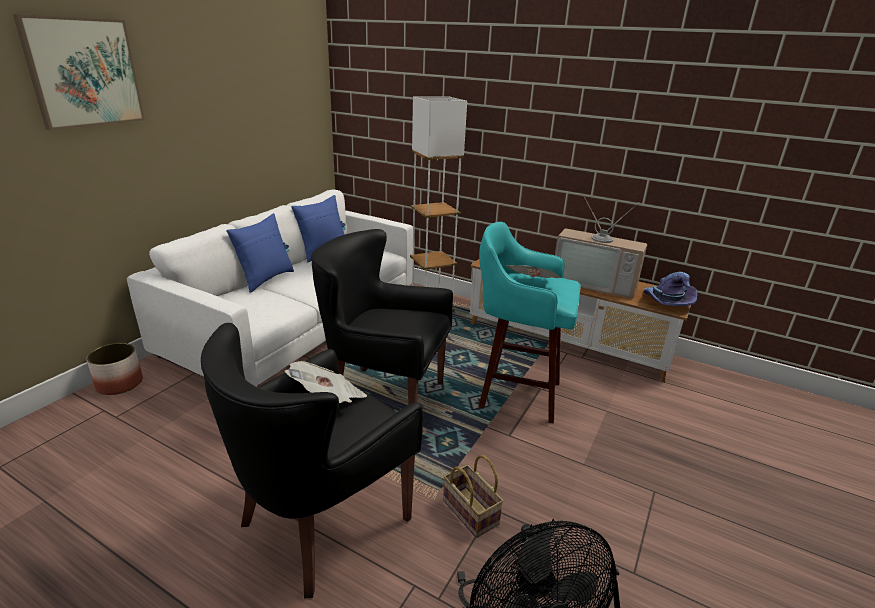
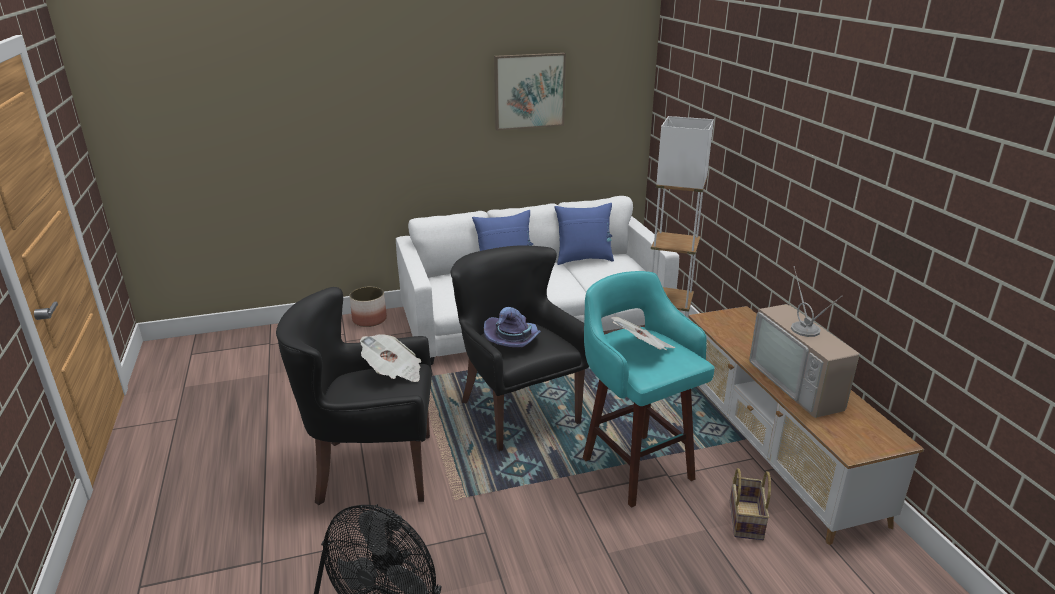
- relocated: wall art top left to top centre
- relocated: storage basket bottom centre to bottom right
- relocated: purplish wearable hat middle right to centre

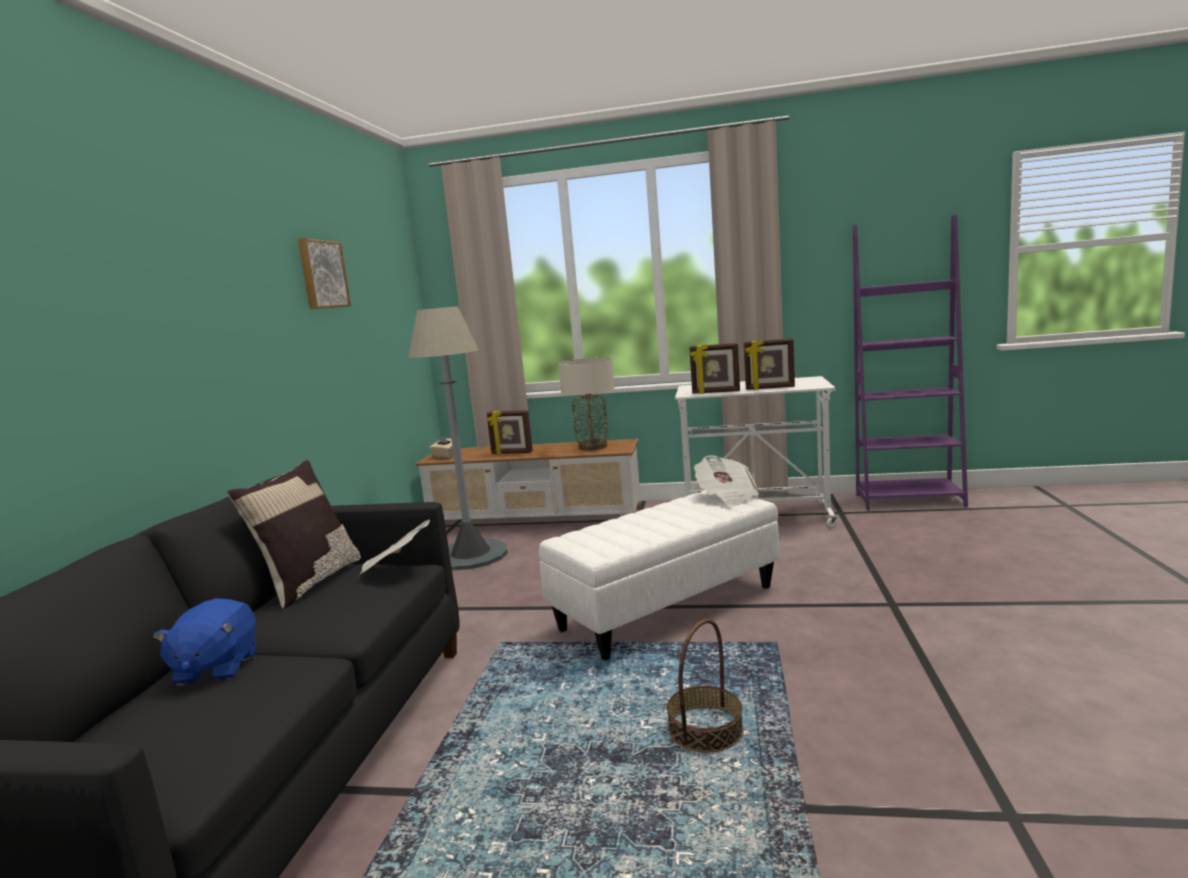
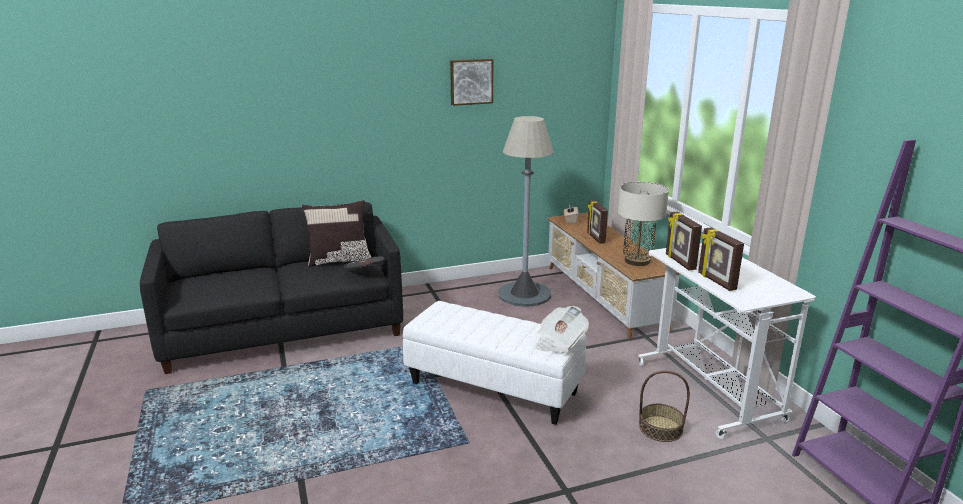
- missing: blue-coloured soft toy bottom left
- relocated: storage basket bottom centre to bottom right

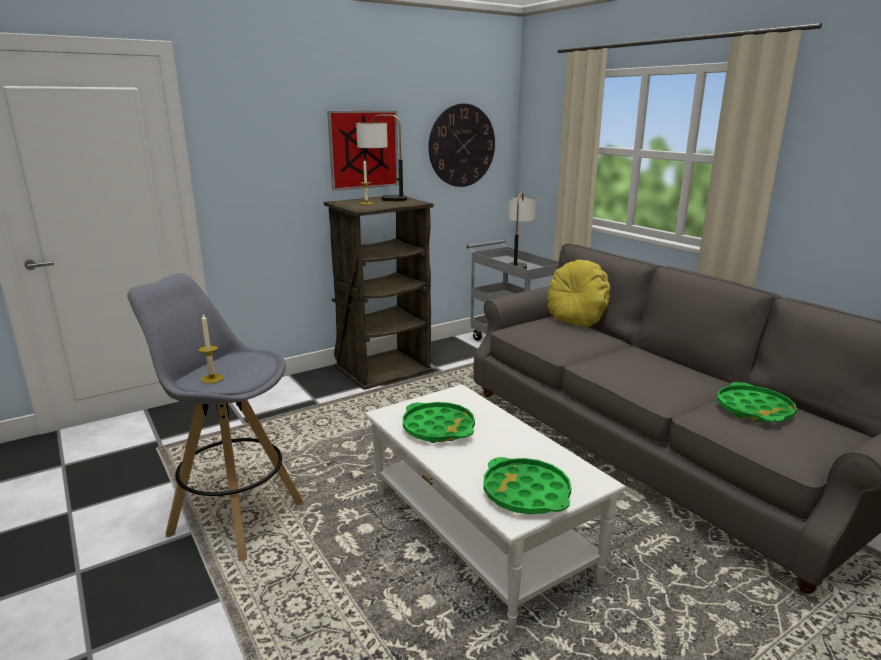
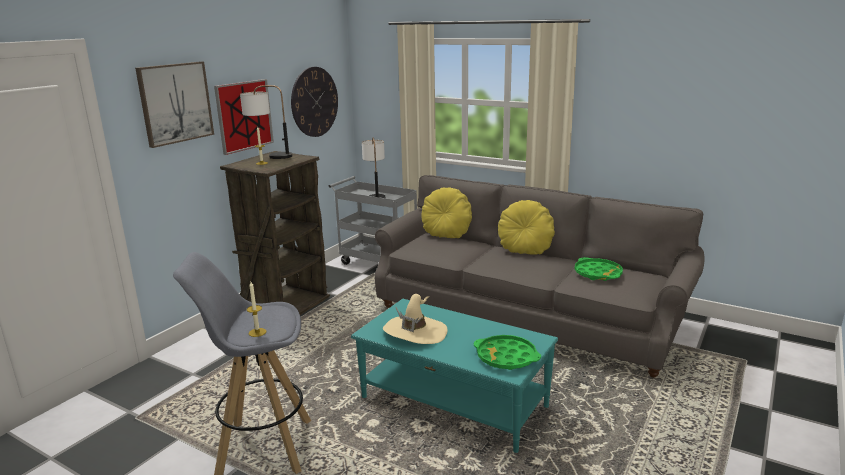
- appeared: wall art (no. 1 from left) top left
- appeared: yellow-coloured pillow (no. 2 from left) centre
- exchanged: green tray (no. 1 from left) centre to beige wearable hat bottom centre
- colour: whitish low table bottom centre to turquoise low table bottom centre

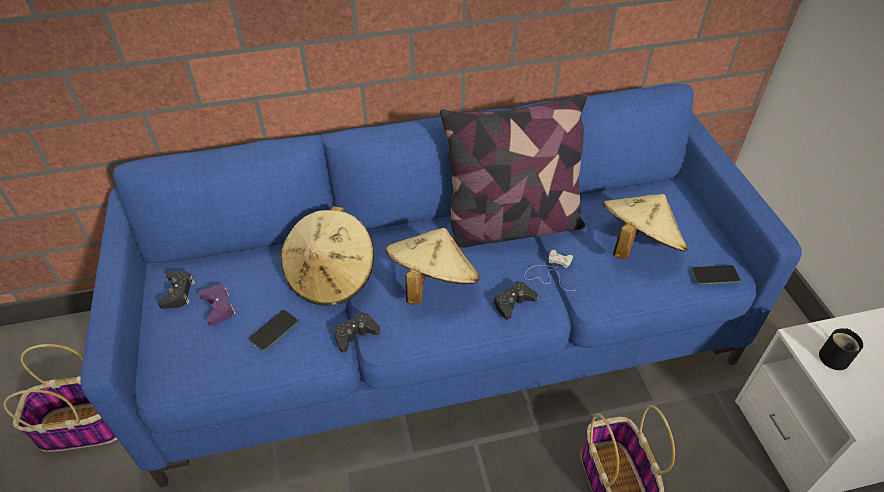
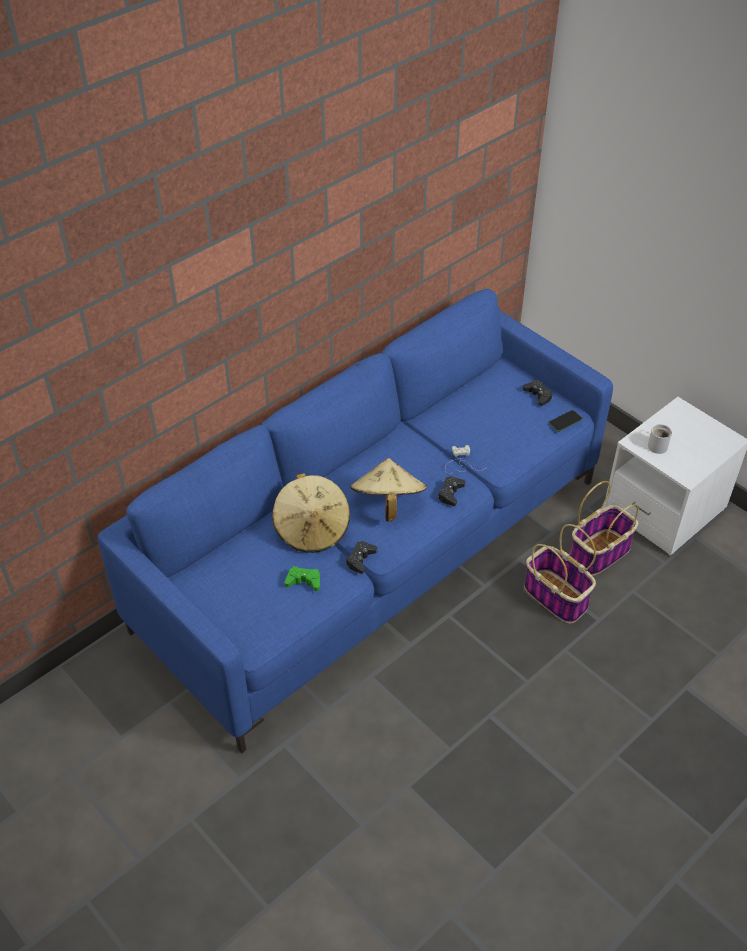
- missing: purplish joypad middle left
- missing: pillow centre
- missing: beige wearable hat (no. 3 from left) middle right
- relocated: storage basket (no. 1 from left in the first image) bottom left to storage basket (no. 2 from left) middle right
- relocated: black-coloured joypad (no. 1 from left in the first image) middle left to black-coloured joypad (no. 3 from left) middle right
- exchanged: handset (no. 1 from left) bottom left to green joypad centre
- colour: black-coloured mug bottom right to whitish mug middle right

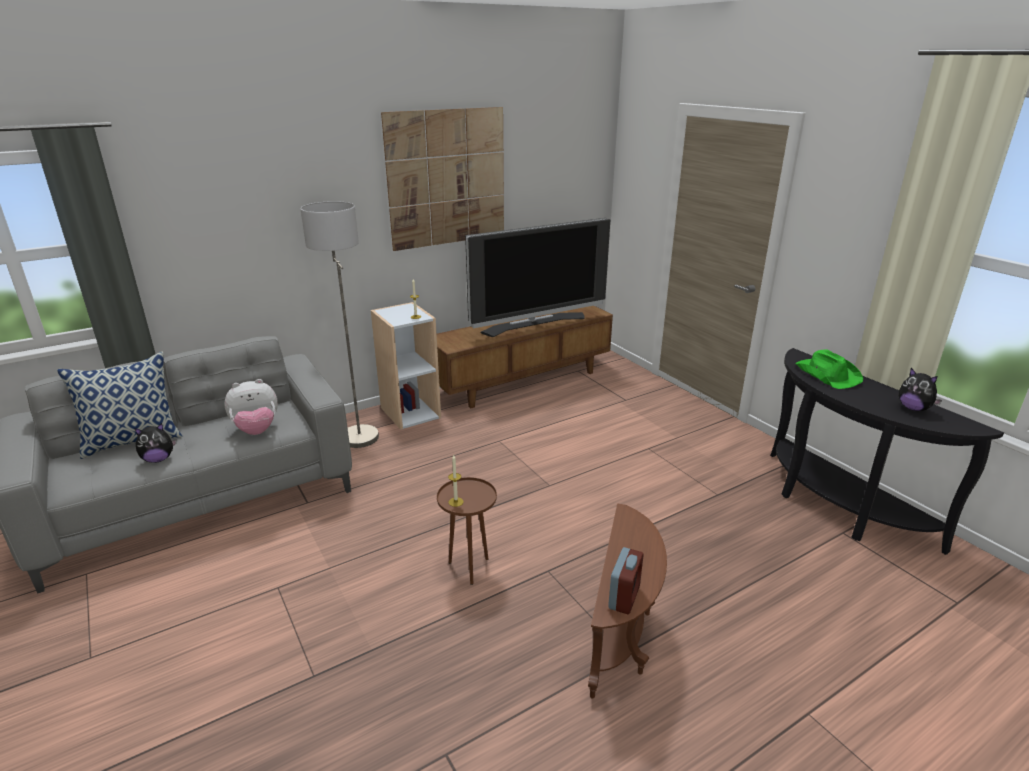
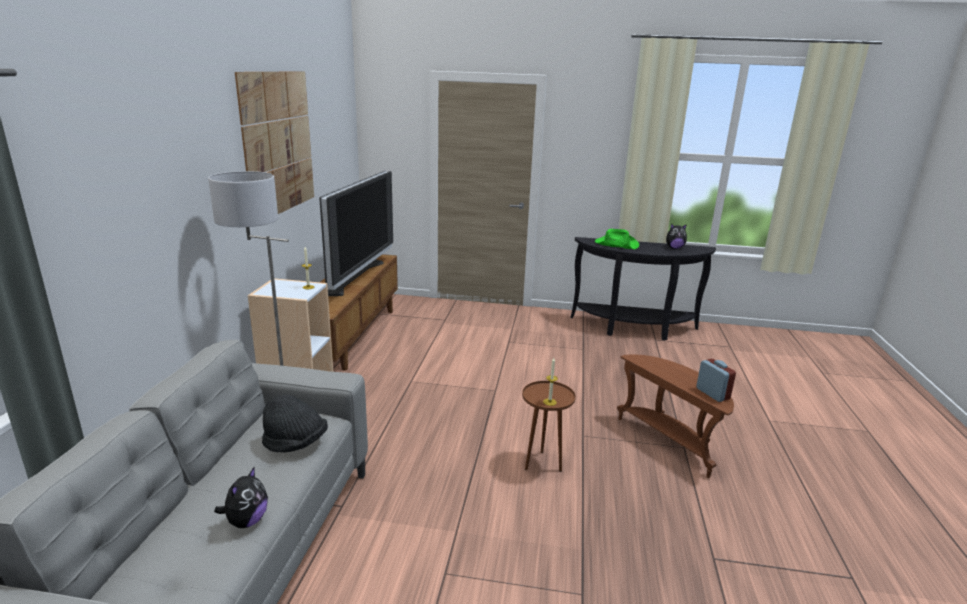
- missing: pillow middle left
- exchanged: soft toy (no. 2 from left) middle left to black-coloured wearable hat bottom left

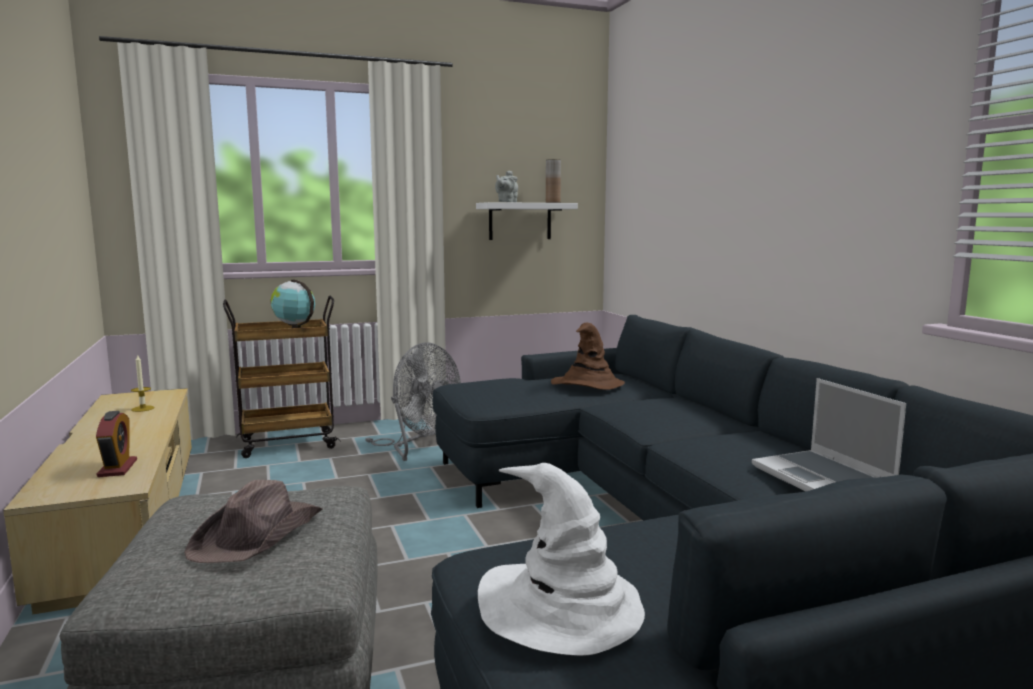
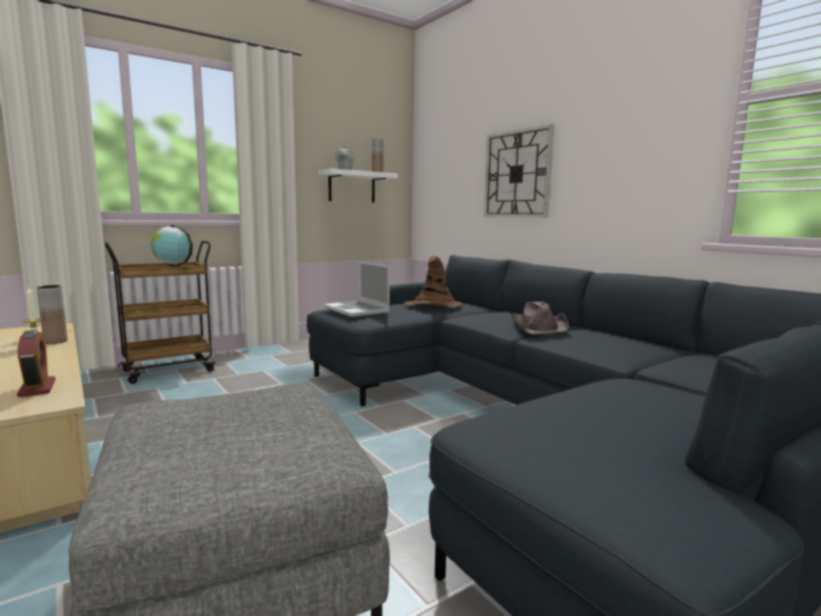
- missing: greyish electric fan centre
- missing: whitish wearable hat bottom centre
- appeared: brown flower vase (no. 1 from left) middle left
- appeared: clock on the wall top centre
- relocated: brown wearable hat (no. 1 from left in the first image) bottom left to brown wearable hat (no. 2 from left) centre
- relocated: portable computer middle right to centre

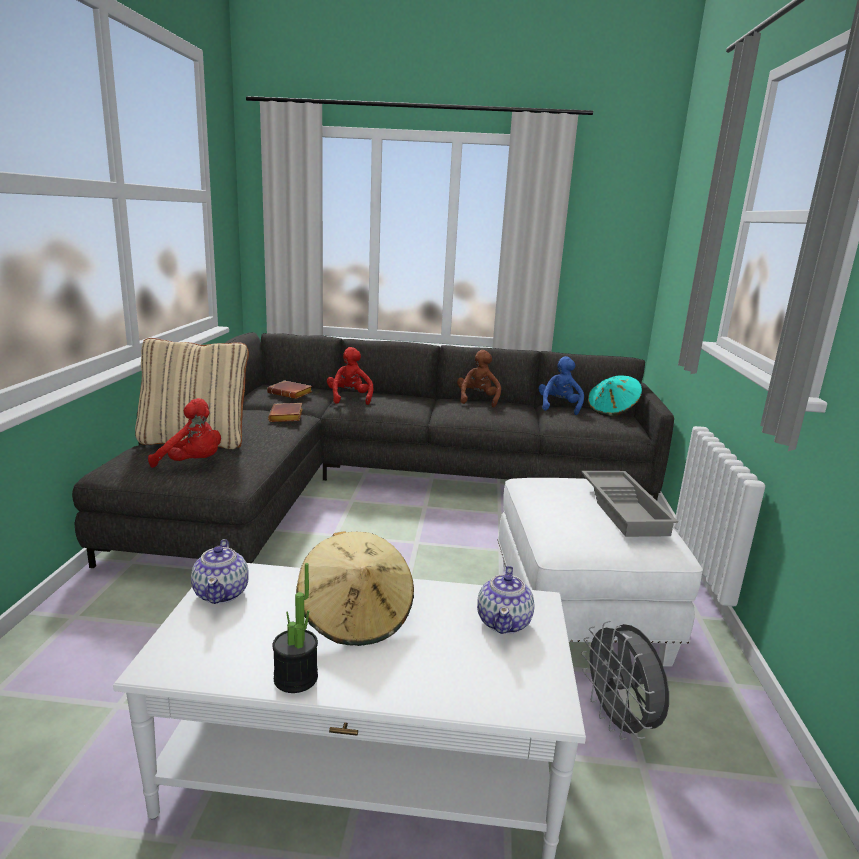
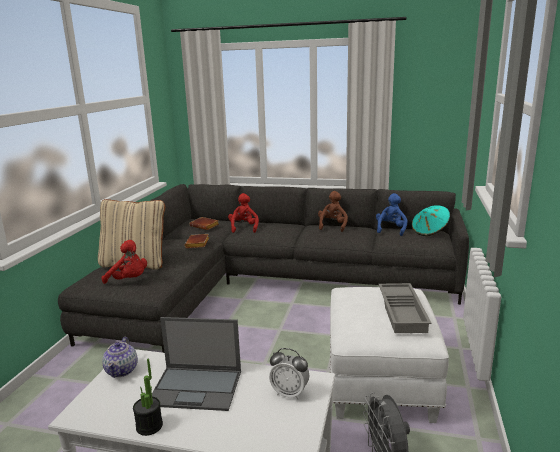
- exchanged: beige wearable hat bottom centre to portable computer bottom centre
- exchanged: pot for tea (no. 2 from left) bottom centre to table clock bottom centre

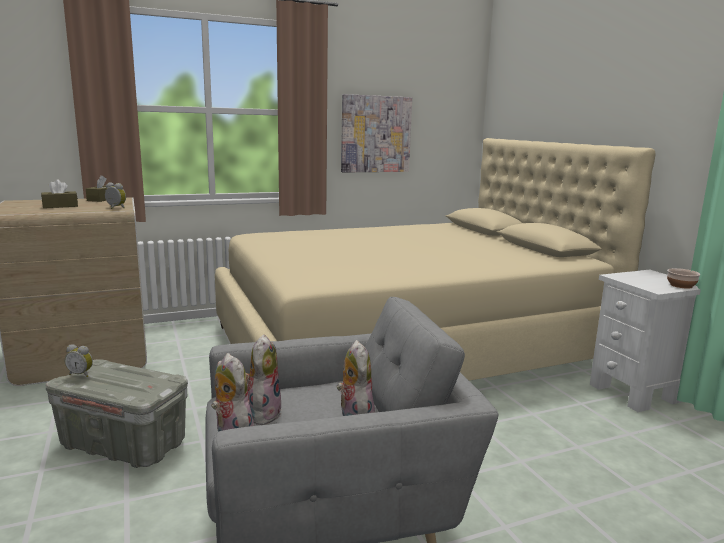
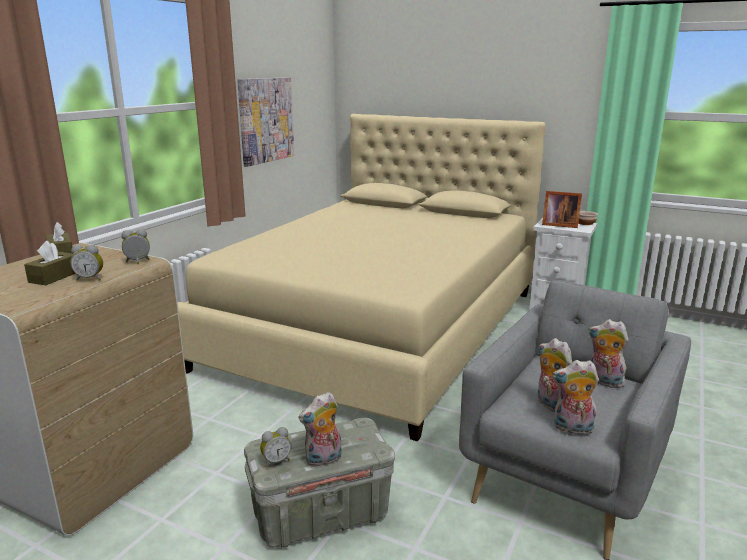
- appeared: table clock (no. 1 from left) middle left
- appeared: soft toy (no. 1 from left) bottom centre
- appeared: standing frame middle right

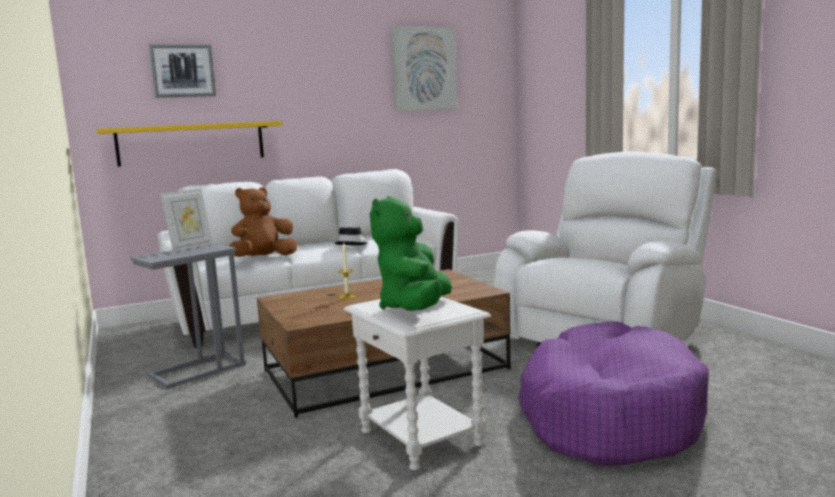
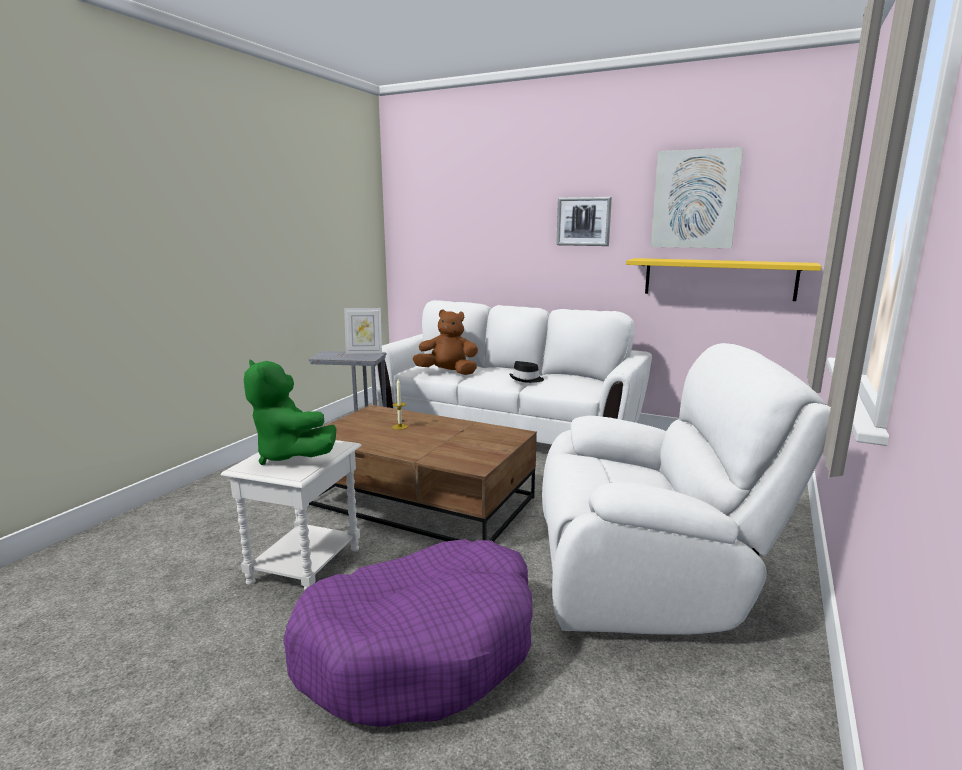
- relocated: yellow-coloured shelf top left to middle right
- relocated: wall art (no. 1 from left) top left to top centre
- spun: green soft toy centre = middle left 105 degrees counterclockwise

